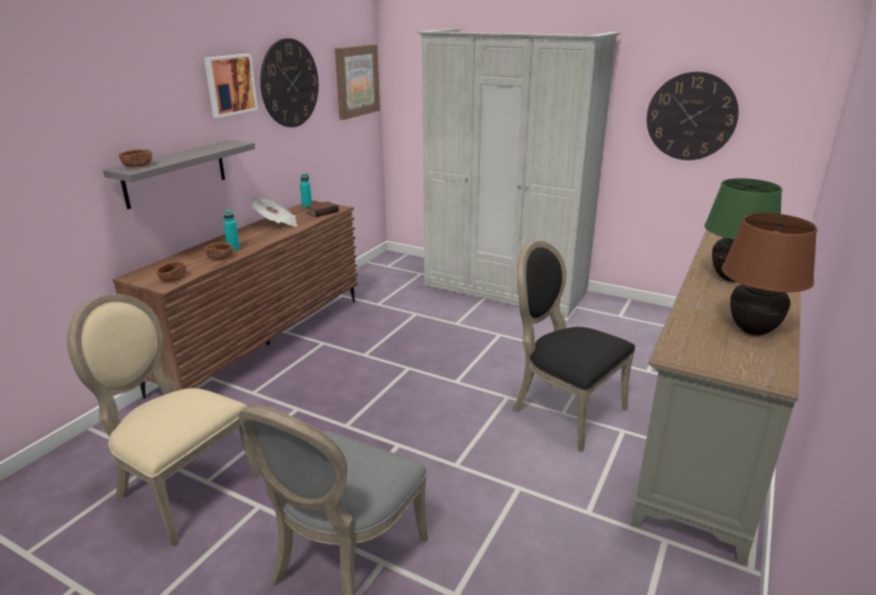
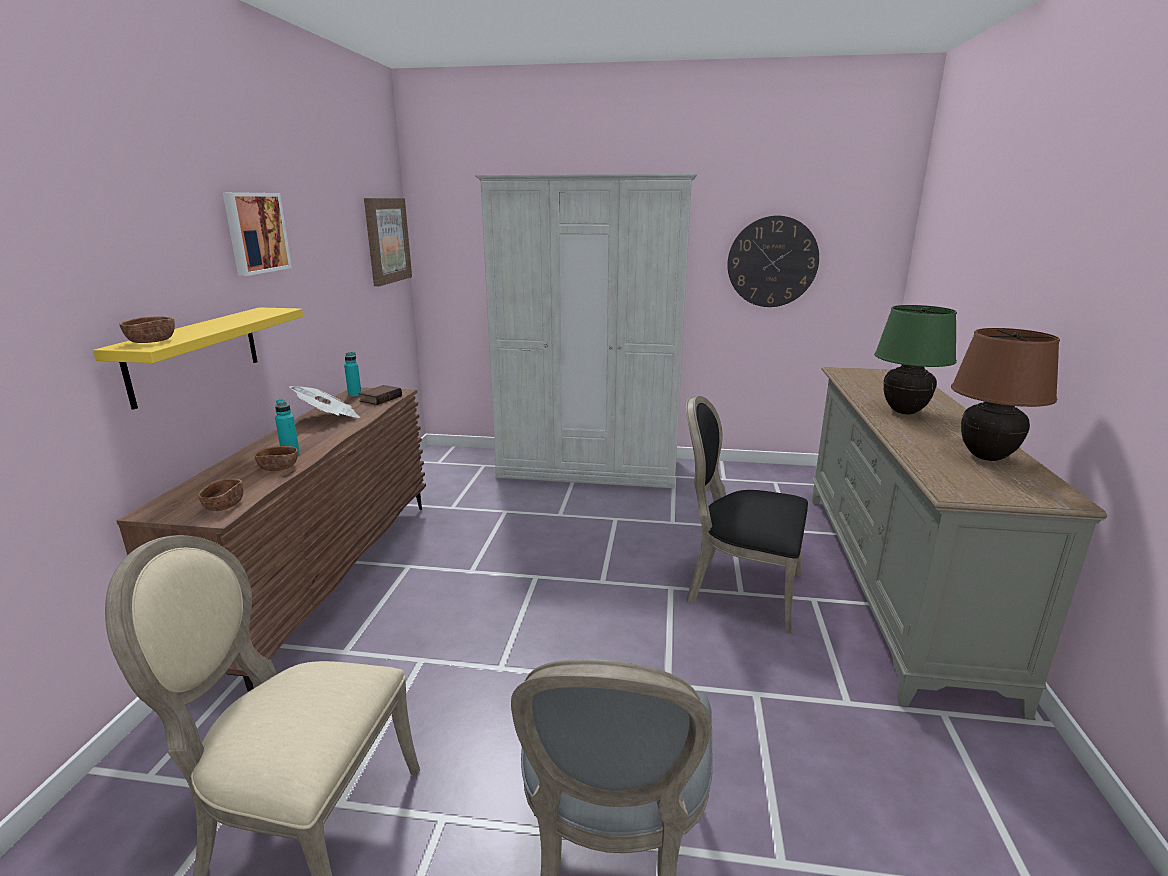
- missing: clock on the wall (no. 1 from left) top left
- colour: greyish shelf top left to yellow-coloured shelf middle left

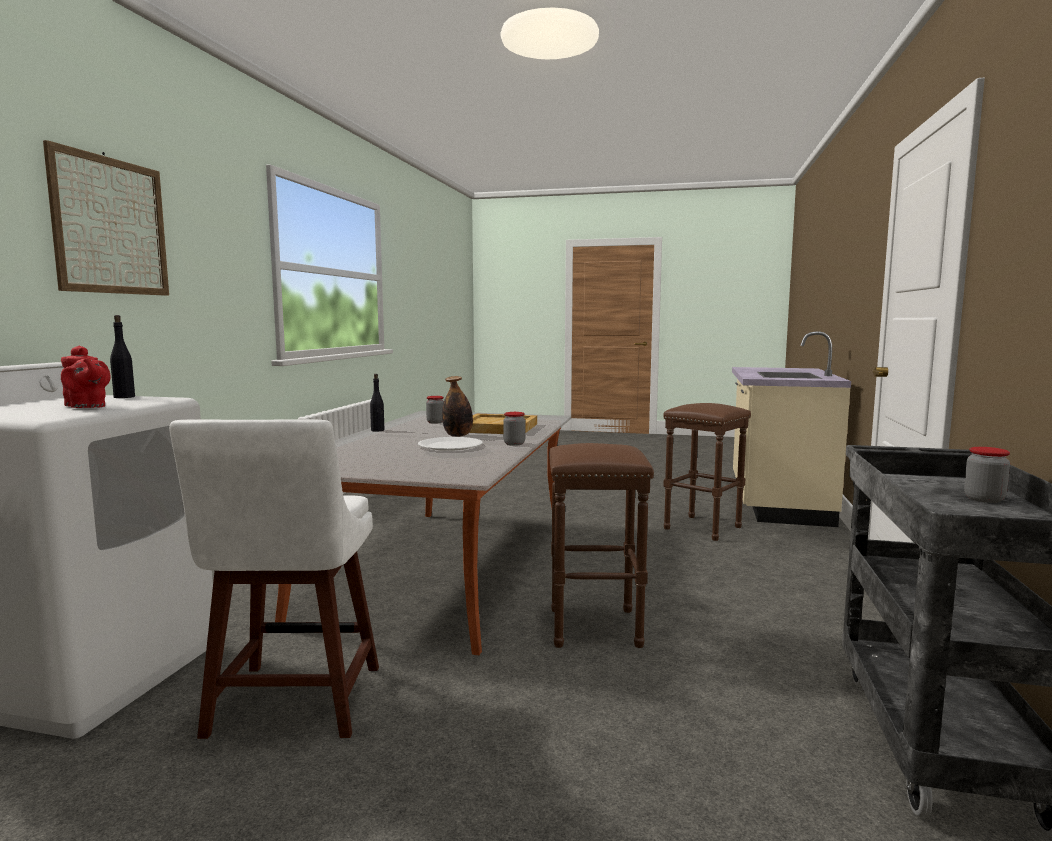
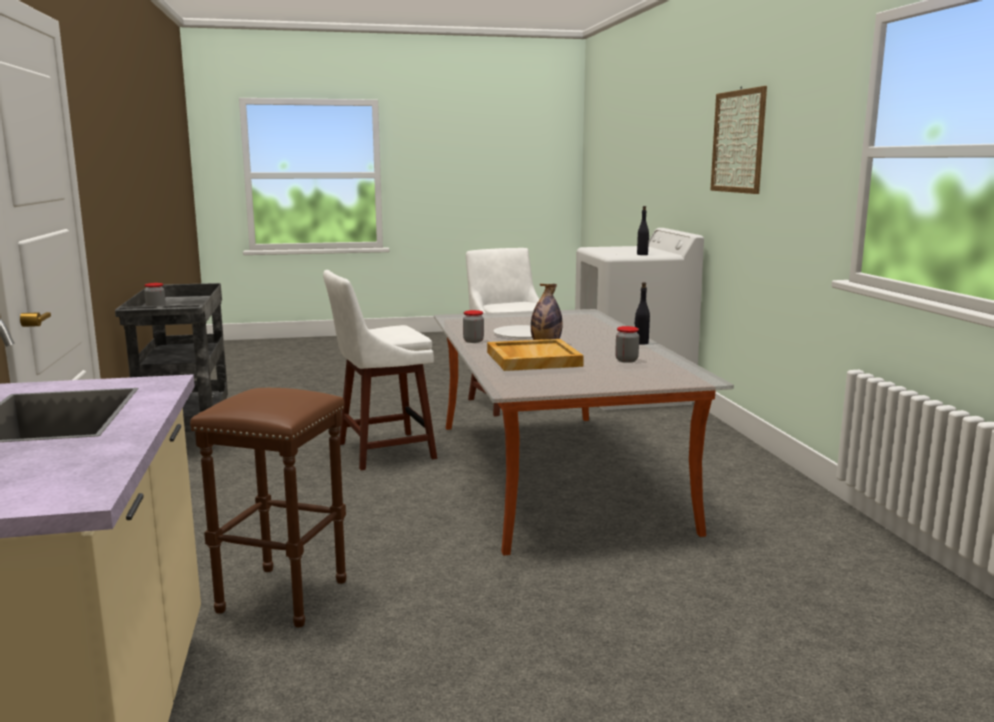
- missing: reddish pot for tea middle left
- exchanged: brown stool seat (no. 1 from left) centre to whitish plain chair (no. 1 from left) centre

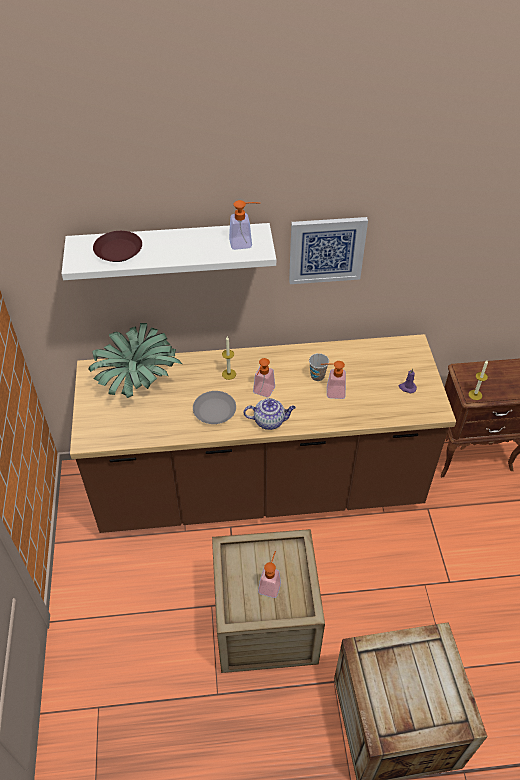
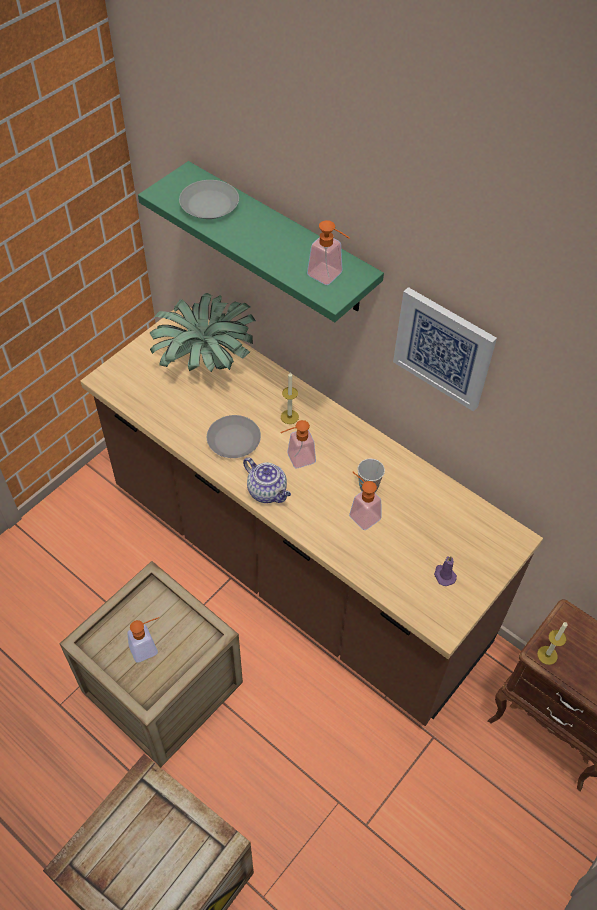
- colour: whitish shelf top left to green shelf top centre
- colour: brown plate top left to greyish plate (no. 1 from left) top centre

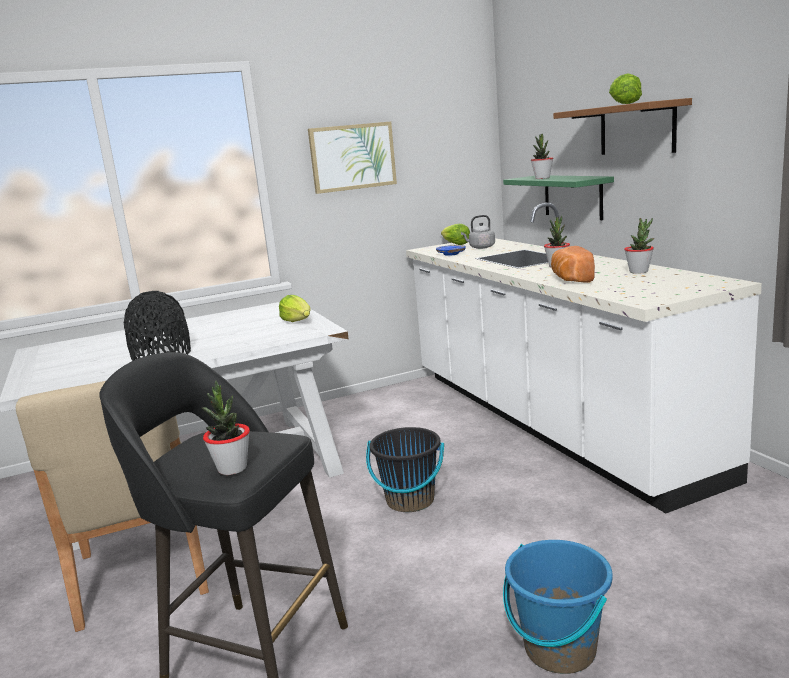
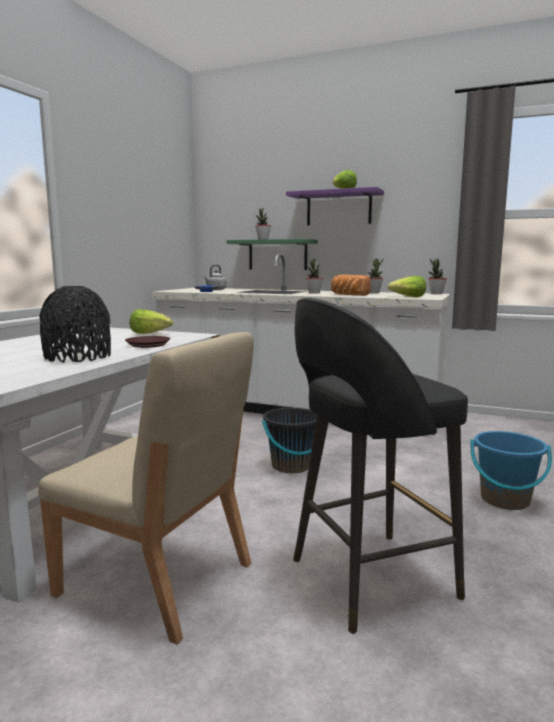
- missing: wall art top centre
- appeared: brown plate middle left
- relocated: plant in a pot (no. 1 from left in the first image) middle left to plant in a pot (no. 4 from left) middle right
- relocated: head of lettuce (no. 2 from left in the first image) centre to head of lettuce (no. 3 from left) middle right
- colour: brown shelf top right to purplish shelf top centre

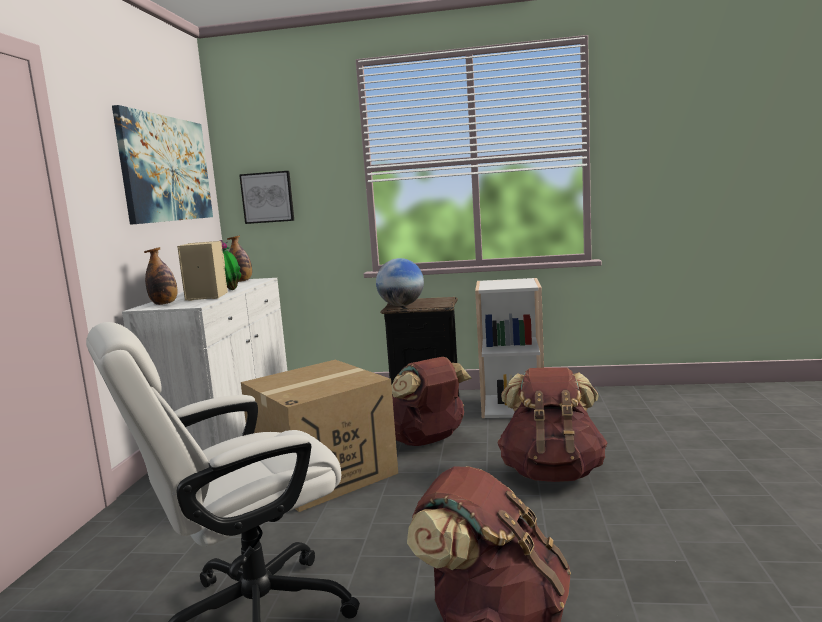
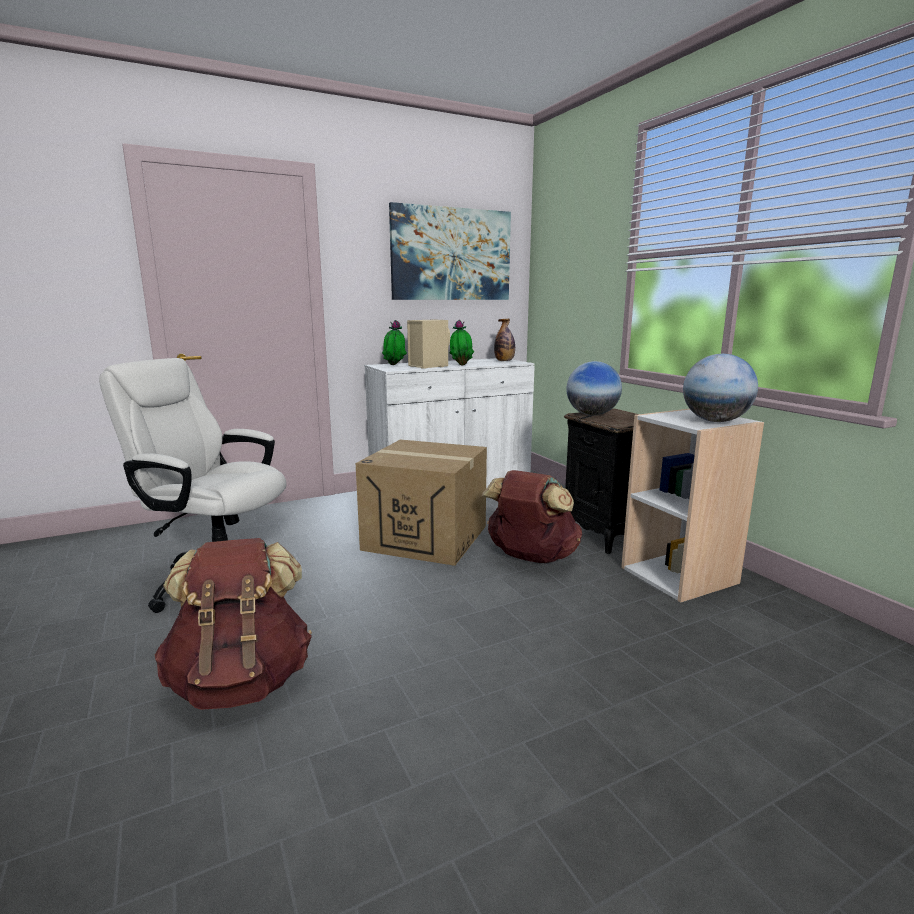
- missing: wall art (no. 2 from left) top left
- missing: brown backpack (no. 3 from left) bottom right
- appeared: globe (no. 2 from left) middle right
- exchanged: bottle (no. 1 from left) middle left to plant in a pot (no. 1 from left) centre

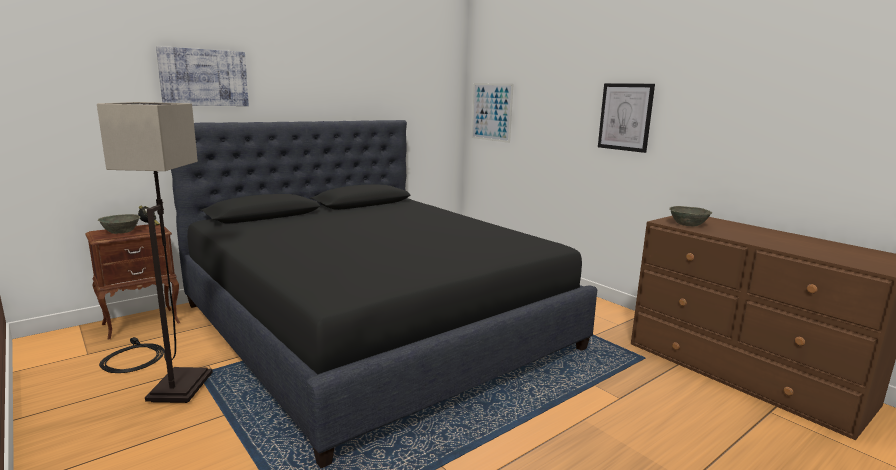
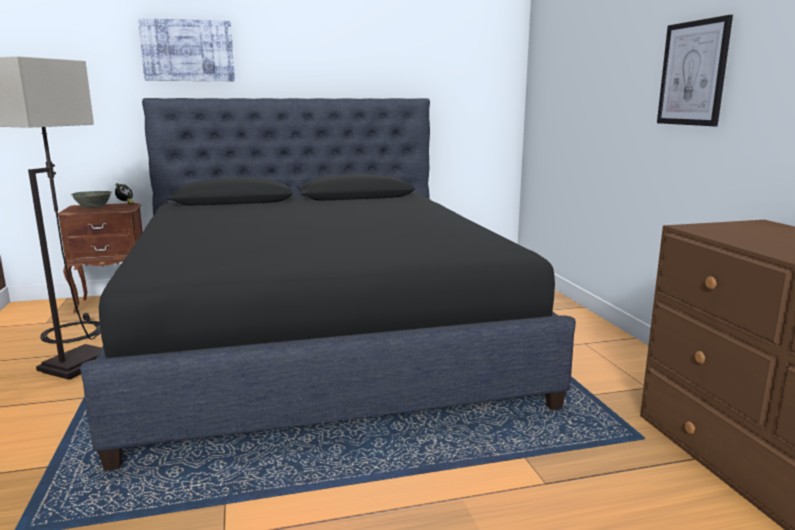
- missing: wall art (no. 2 from left) top centre
- missing: greyish serving bowl (no. 2 from left) middle right

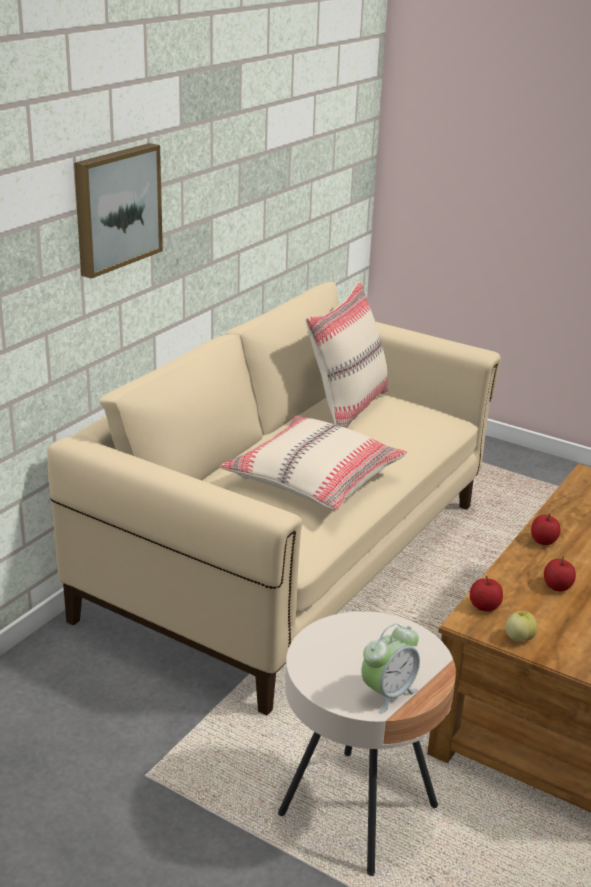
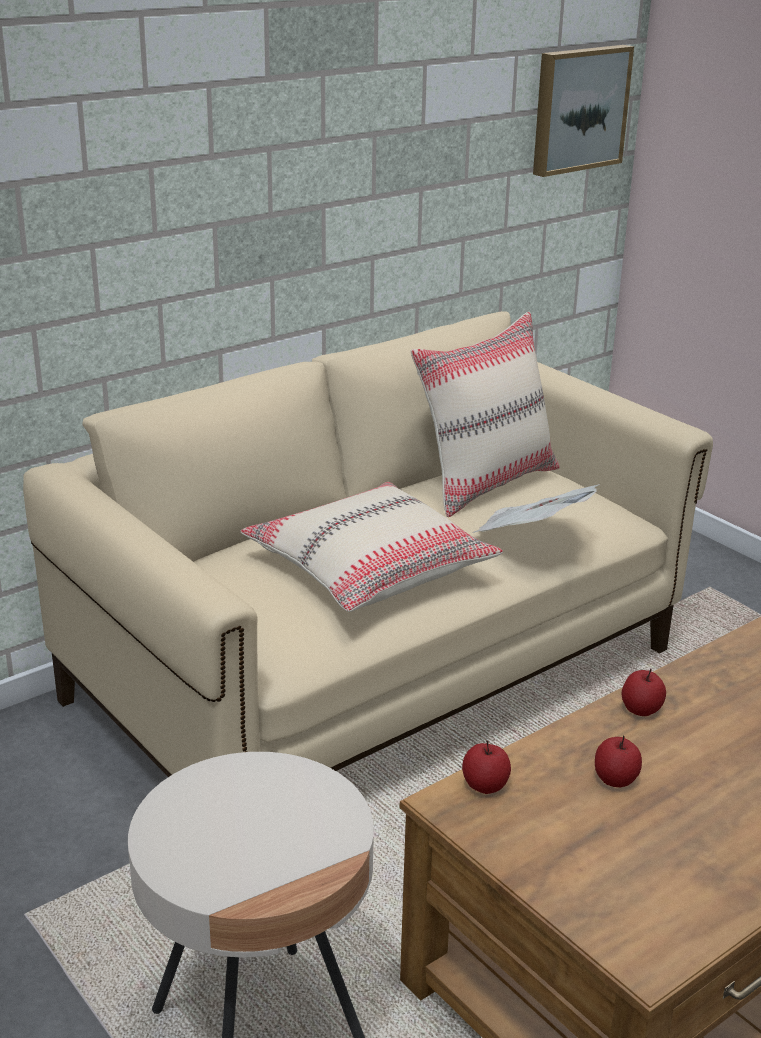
- missing: table clock bottom centre
- missing: apple fruit (no. 2 from left) bottom right
- appeared: newspaper middle right
- relocated: wall art top left to top right

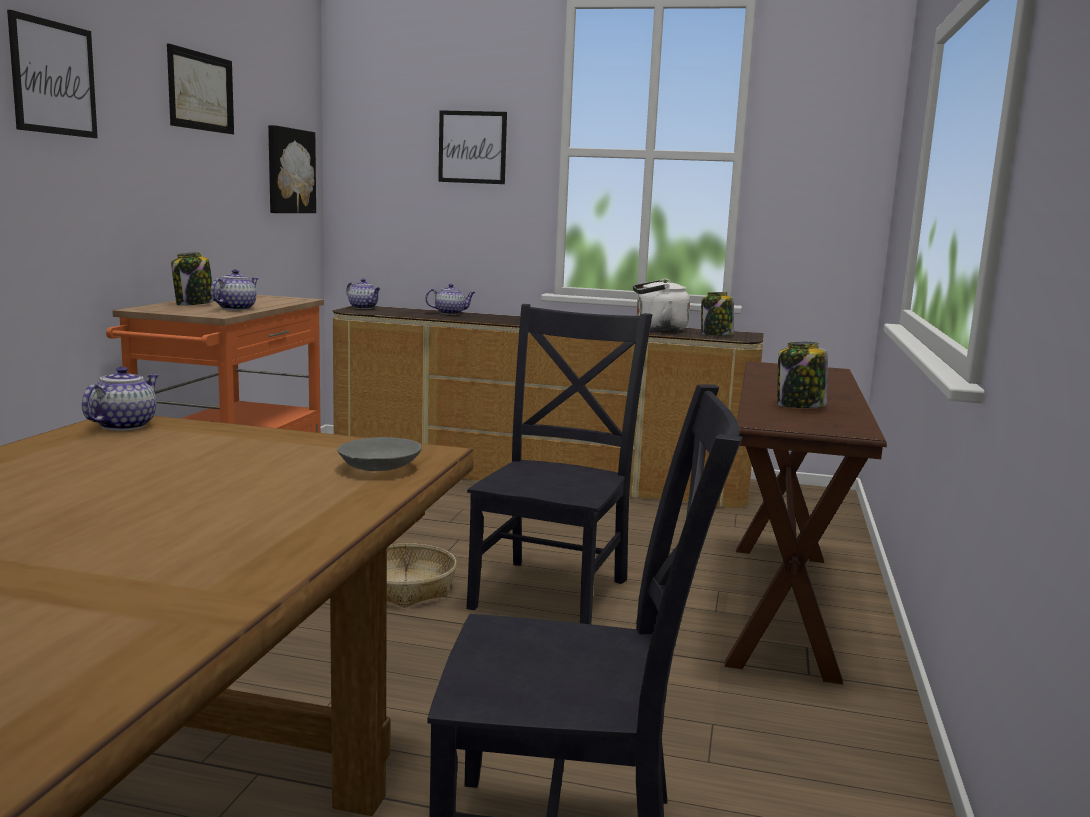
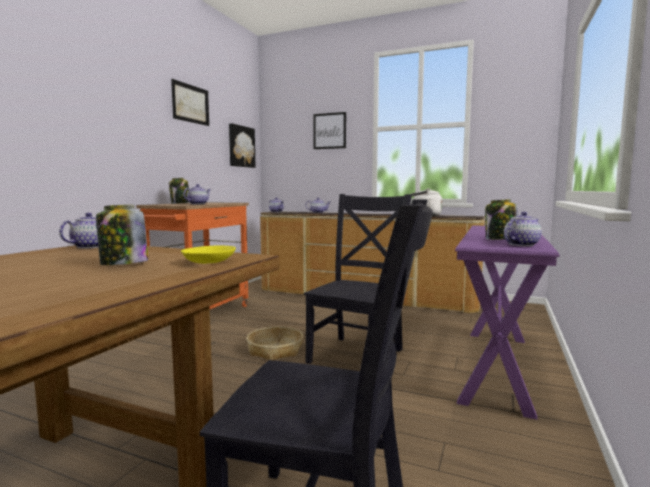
- missing: wall art (no. 1 from left) top left
- appeared: pot for tea (no. 5 from left) middle right
- relocated: preserve jar (no. 2 from left in the first image) centre to preserve jar (no. 1 from left) middle left
- colour: greyish serving bowl centre to yellow-coloured serving bowl middle left
- colour: brown narrow table middle right to purplish narrow table middle right

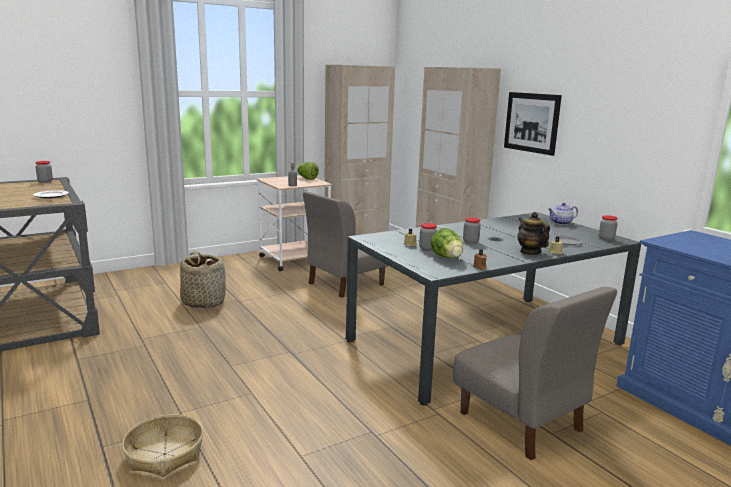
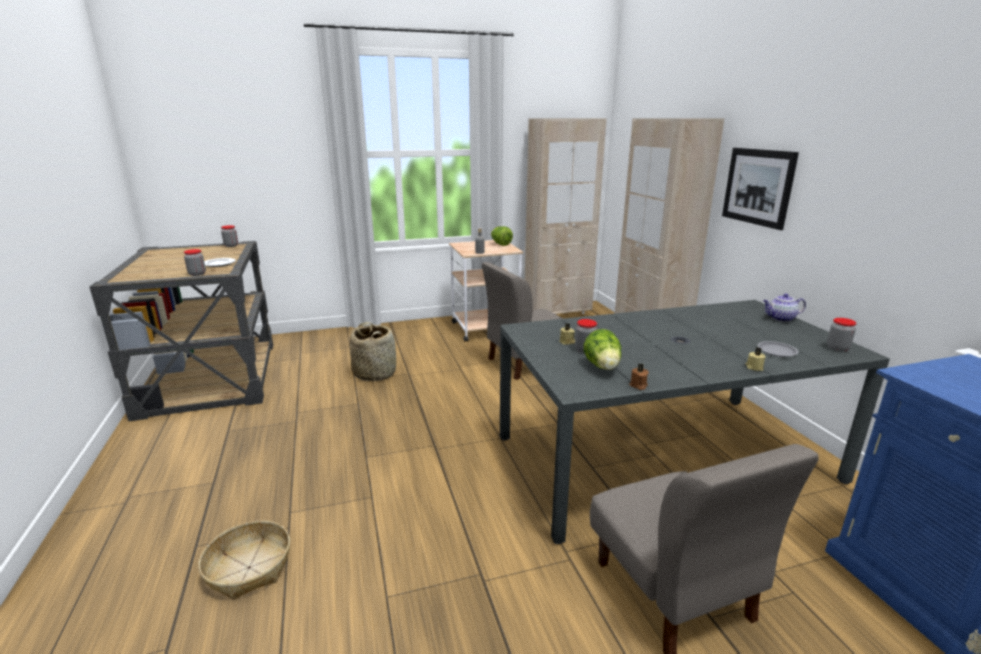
- missing: pot for tea (no. 1 from left) middle right
- relocated: preserve jar (no. 3 from left in the first image) centre to preserve jar (no. 1 from left) middle left

